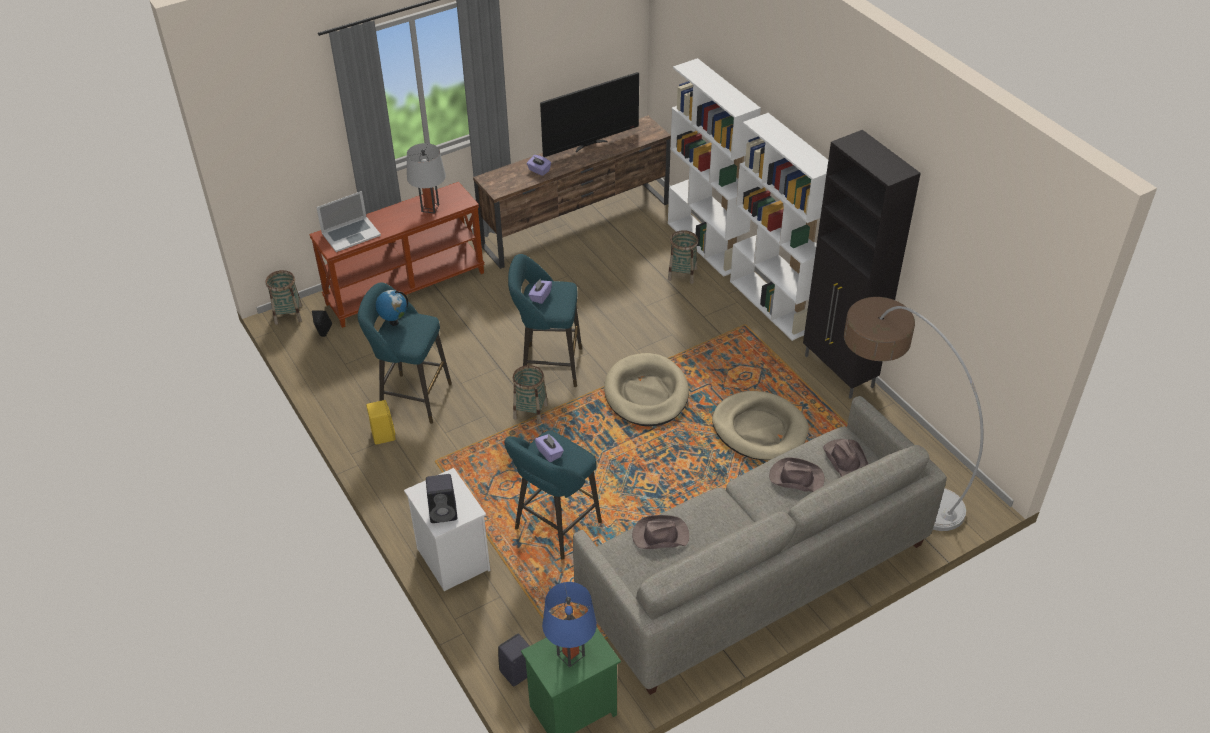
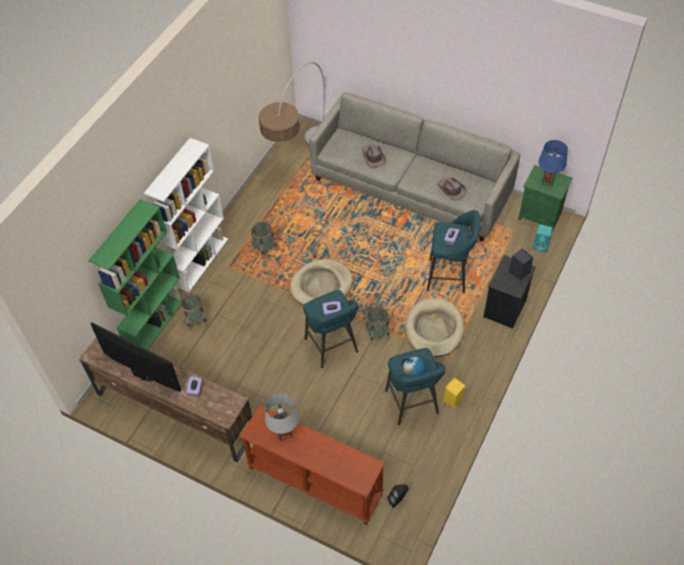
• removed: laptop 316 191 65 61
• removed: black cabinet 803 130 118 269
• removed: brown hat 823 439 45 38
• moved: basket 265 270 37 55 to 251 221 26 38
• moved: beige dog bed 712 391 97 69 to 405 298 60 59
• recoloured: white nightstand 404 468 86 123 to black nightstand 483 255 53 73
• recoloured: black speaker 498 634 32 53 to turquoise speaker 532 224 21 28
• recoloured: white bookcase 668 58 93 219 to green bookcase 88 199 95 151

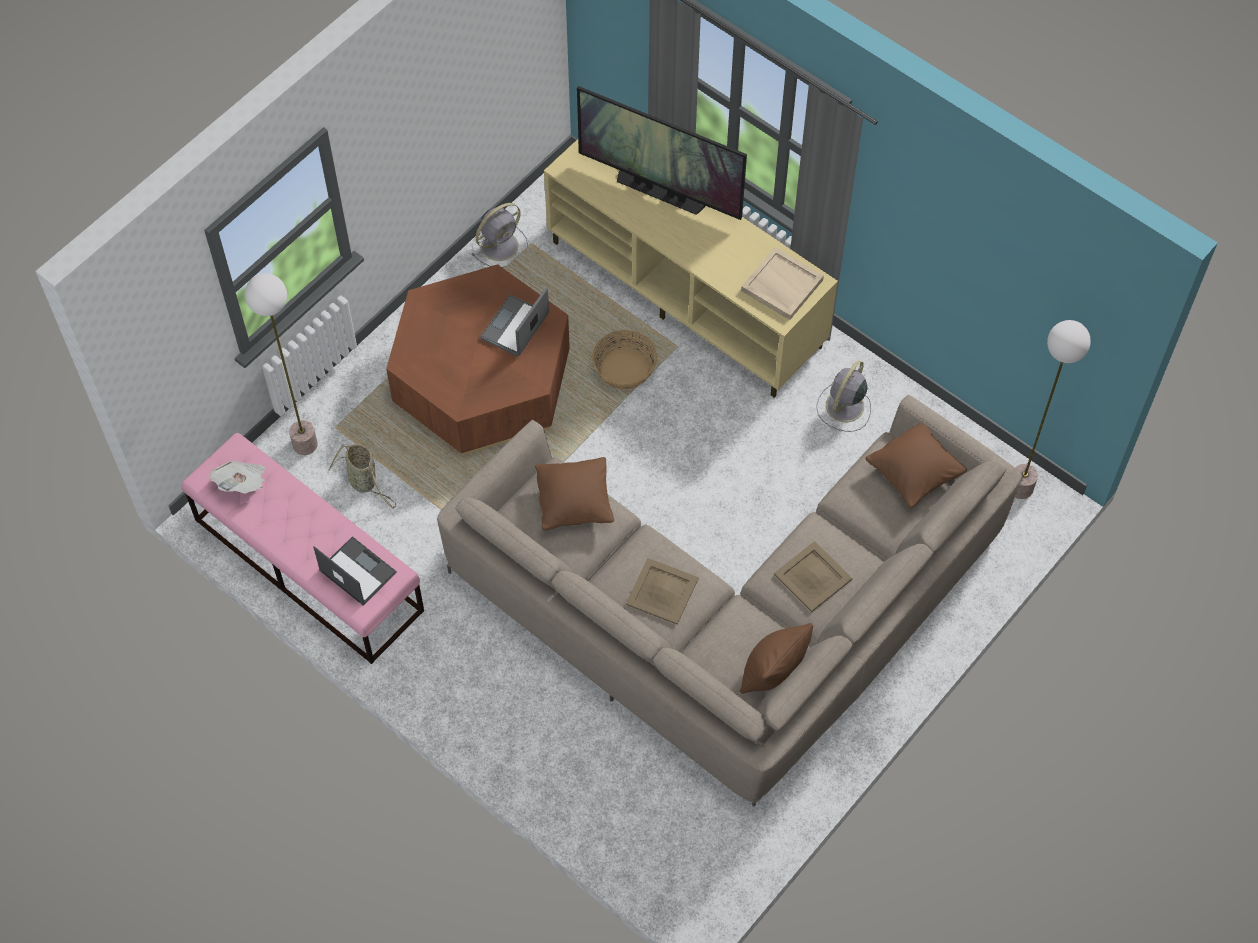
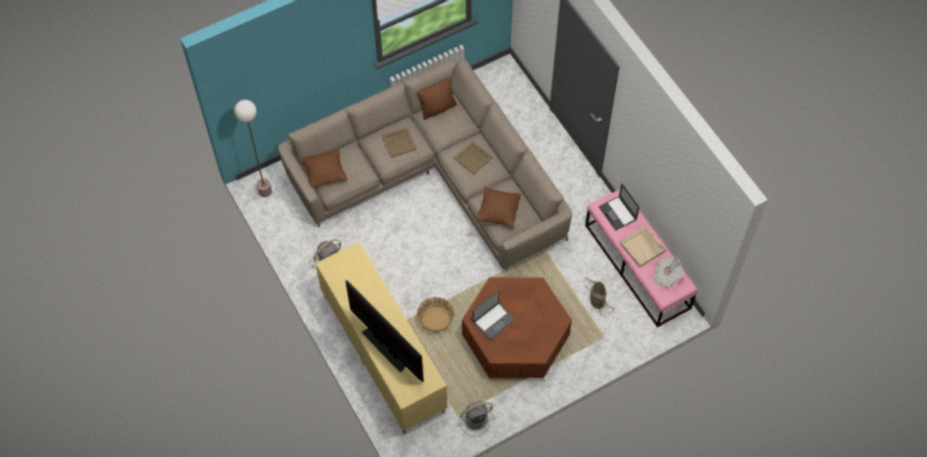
• removed: floor lamp 245 273 73 182
• moved: beige tray 741 247 83 73 to 620 226 46 42

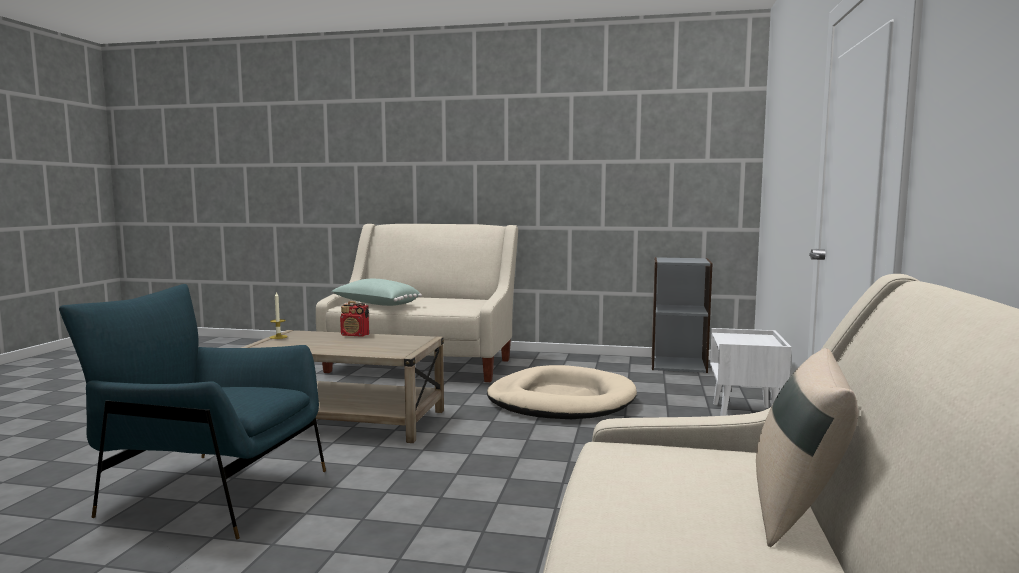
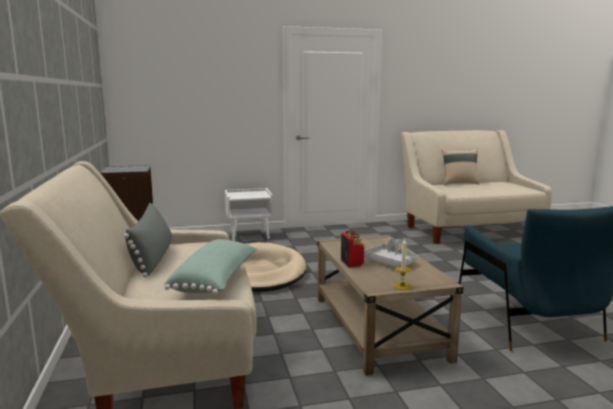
• added: grey pillow 124 203 48 74
• added: grey tray 364 238 53 29

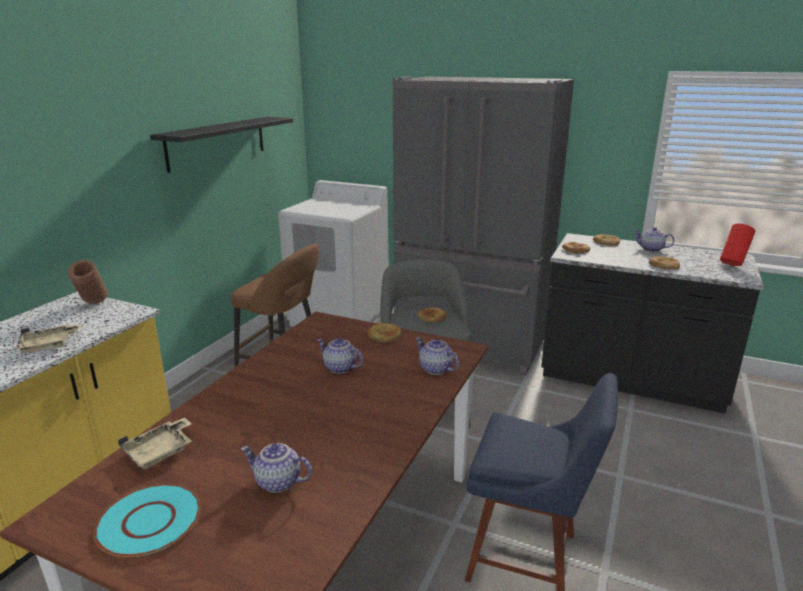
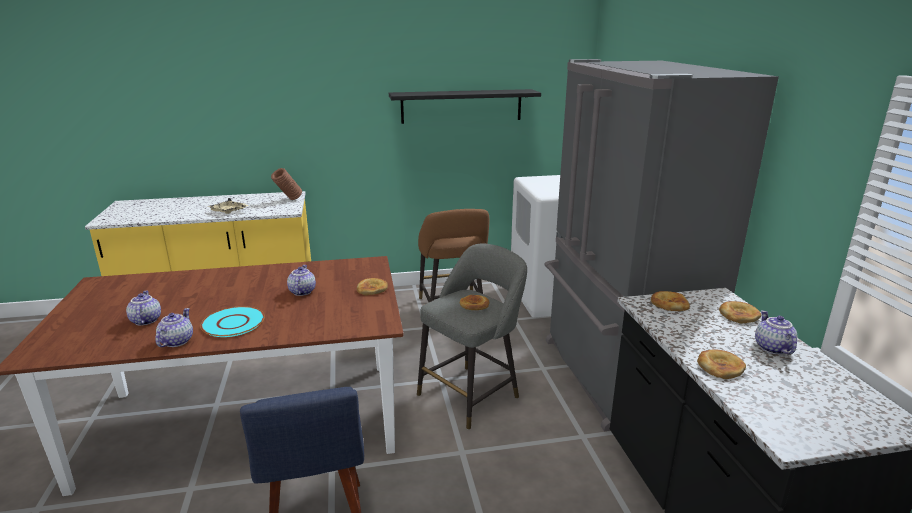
• removed: beige tray 118 417 74 52
• removed: red vase 720 223 35 43
• moved: turquoise plate 94 484 107 73 to 200 306 65 31
• moved: teapot 415 338 44 37 to 155 308 38 39

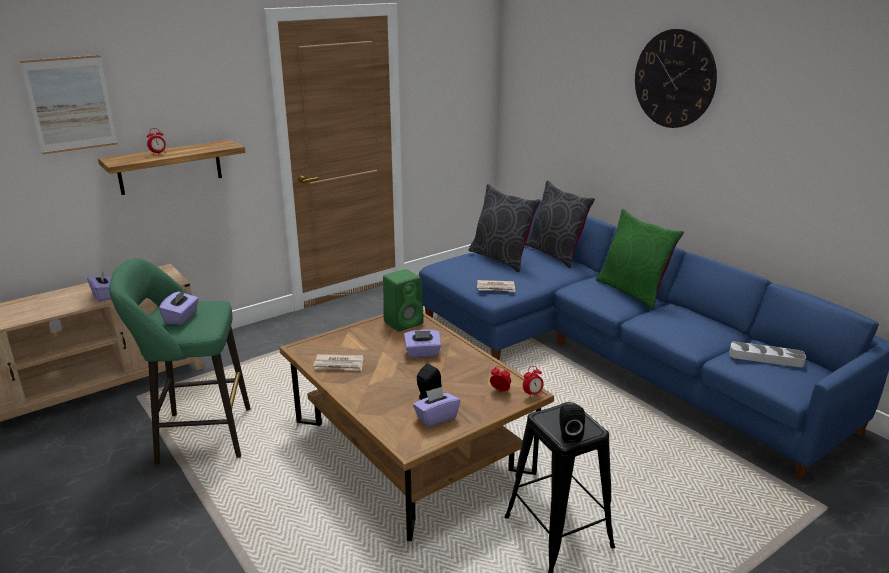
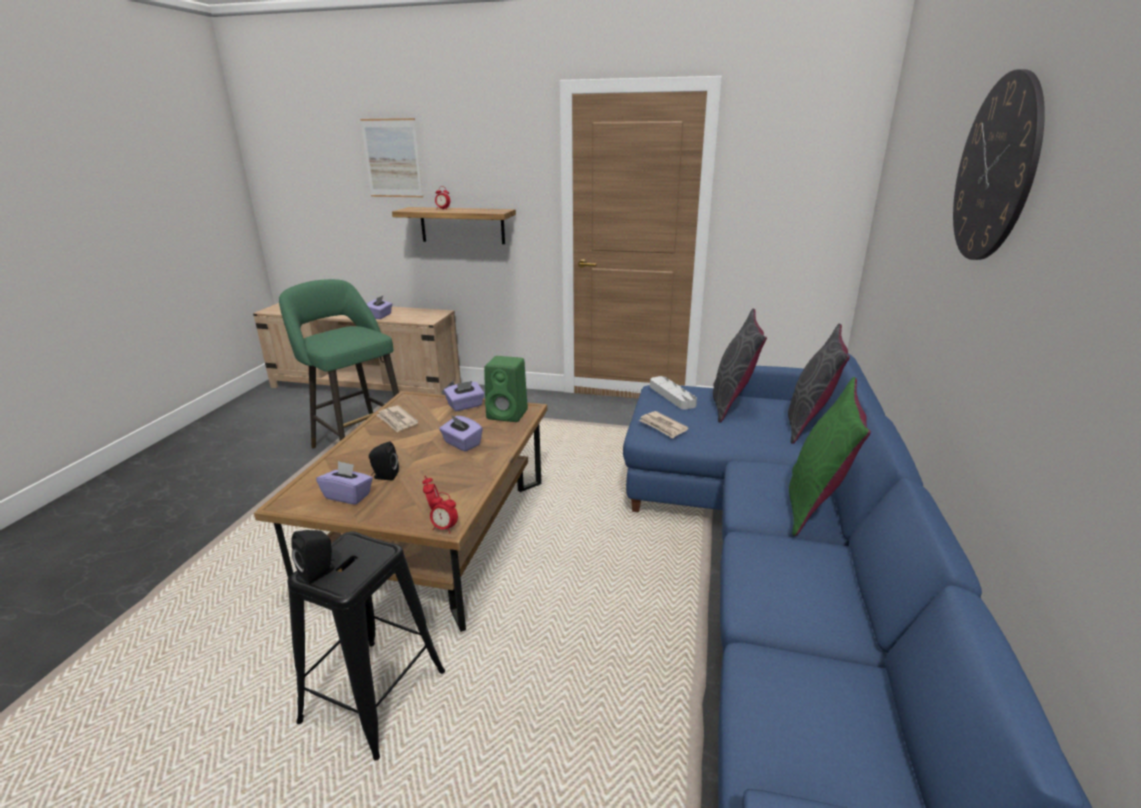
• moved: purple tissue box 159 289 40 36 to 444 381 41 31
• moved: grey tray 729 341 77 26 to 650 376 47 33

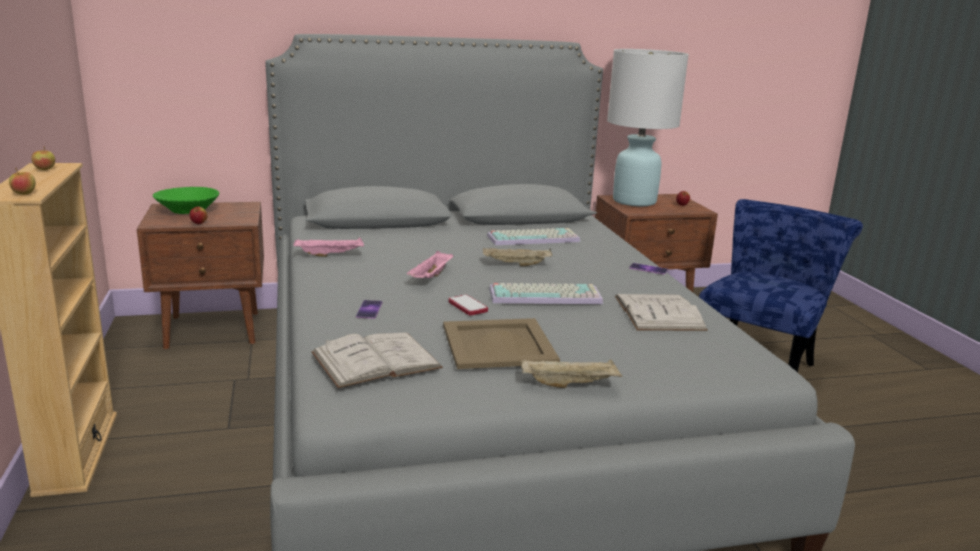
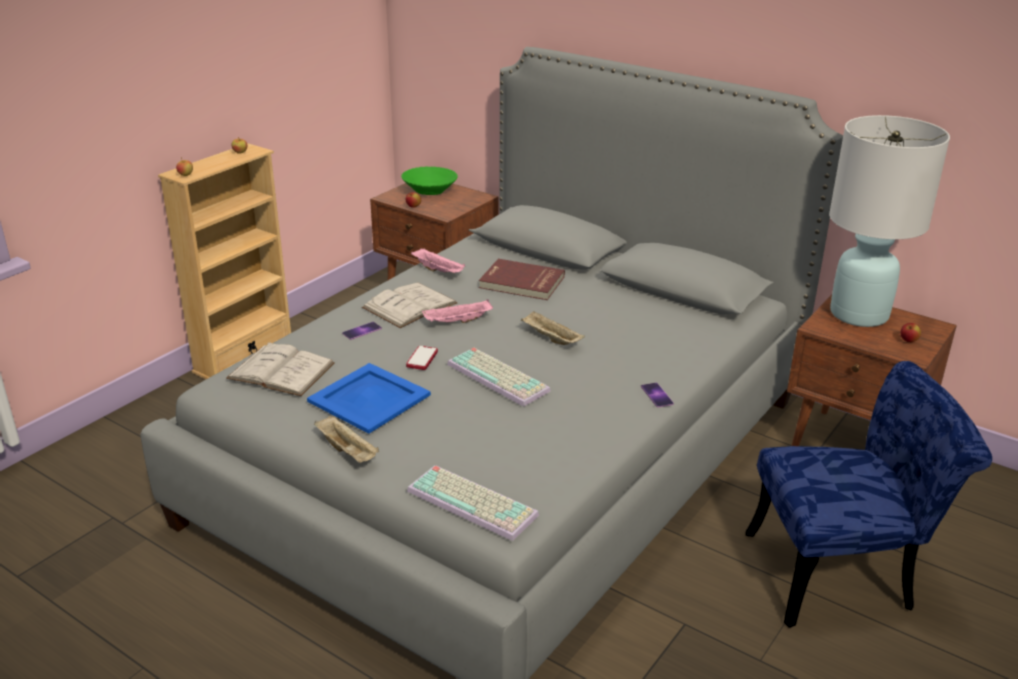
• added: red book 479 259 86 41
• moved: keyboard 487 228 93 17 to 407 465 132 76
• moved: white book 615 294 93 37 to 362 282 96 46
• recoloured: beige tray 443 318 117 51 to blue tray 307 363 124 71

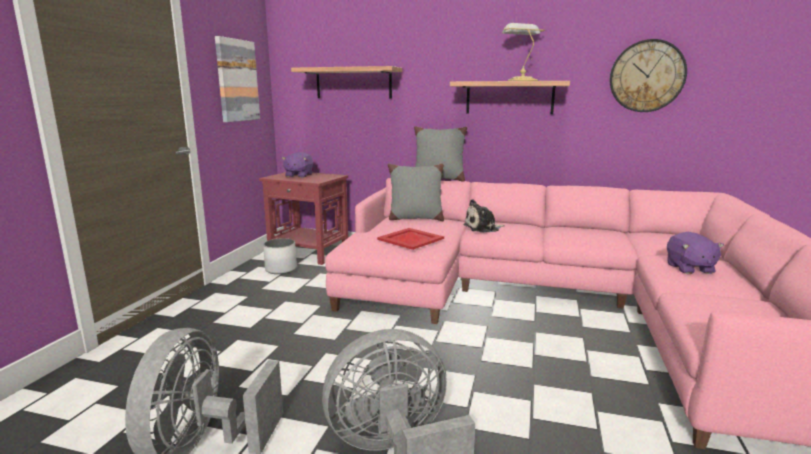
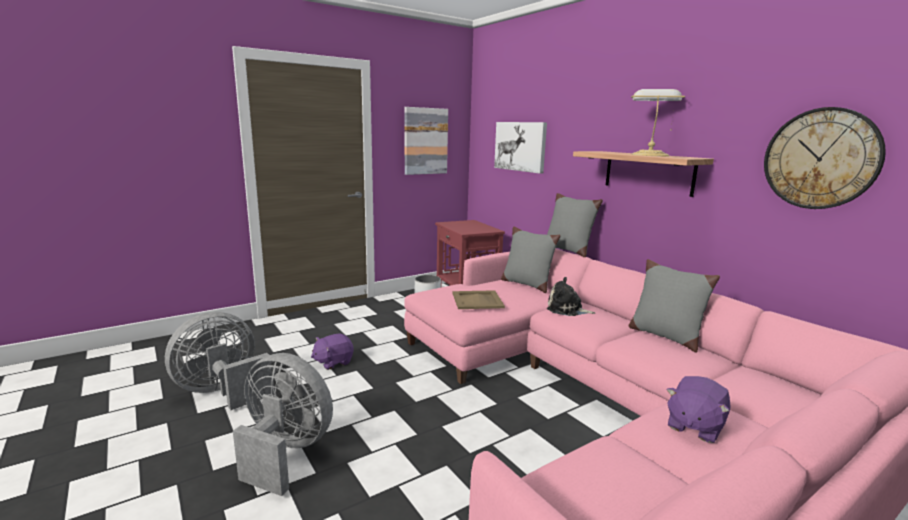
• added: grey pillow 629 259 91 94
• moved: purple plush toy 282 152 31 26 to 311 334 43 36
• replaced: shelf 291 66 111 32 to picture 494 122 53 52
• recoloured: red tray 377 228 67 22 to beige tray 452 290 53 19

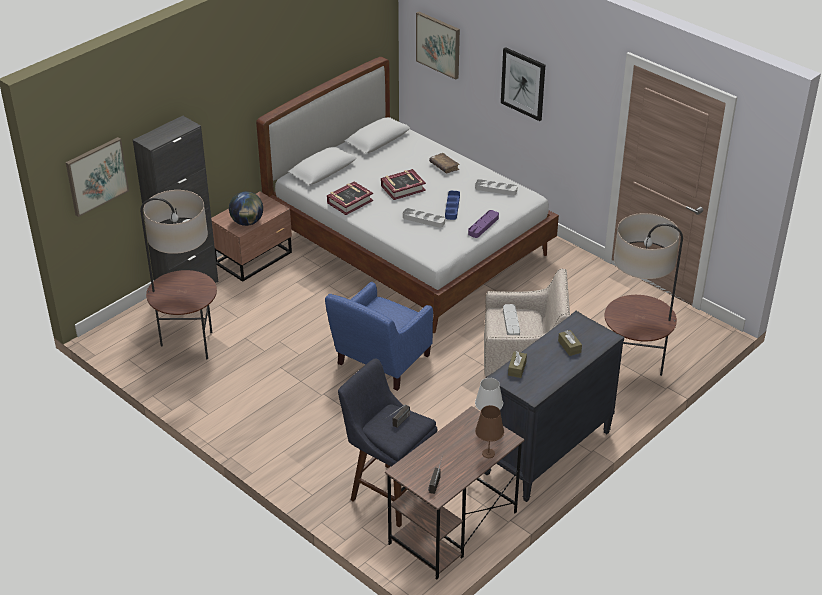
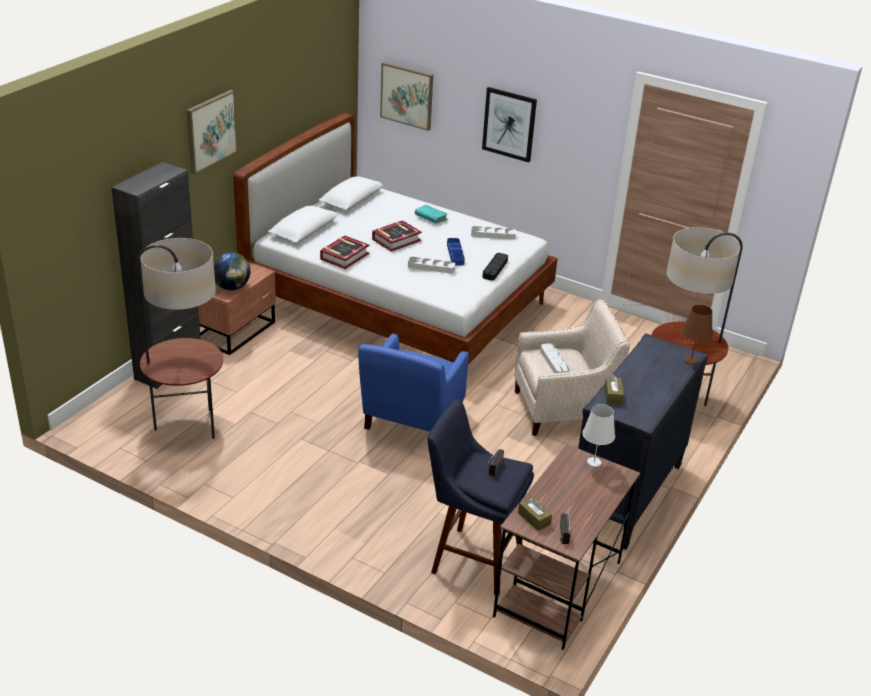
• moved: picture 66 137 63 80 to 186 90 51 84
• moved: brown table lamp 475 405 29 53 to 682 305 31 60
• moved: brown tissue box 558 330 24 26 to 518 497 34 34
• recoloured: brown book 429 153 31 20 to turquoise book 415 205 33 19
• recoloured: purple tray 468 210 31 28 to black tray 483 253 25 28

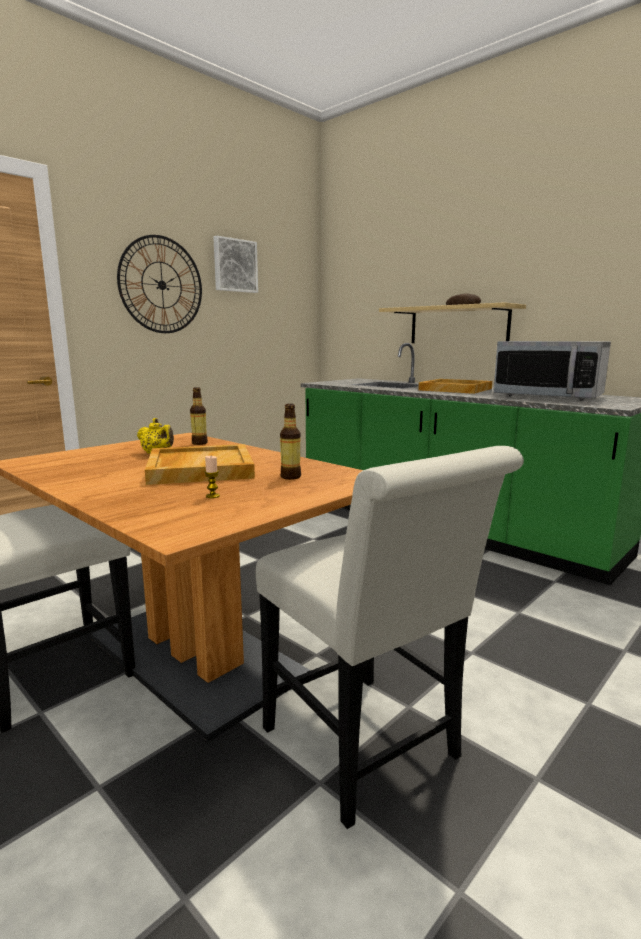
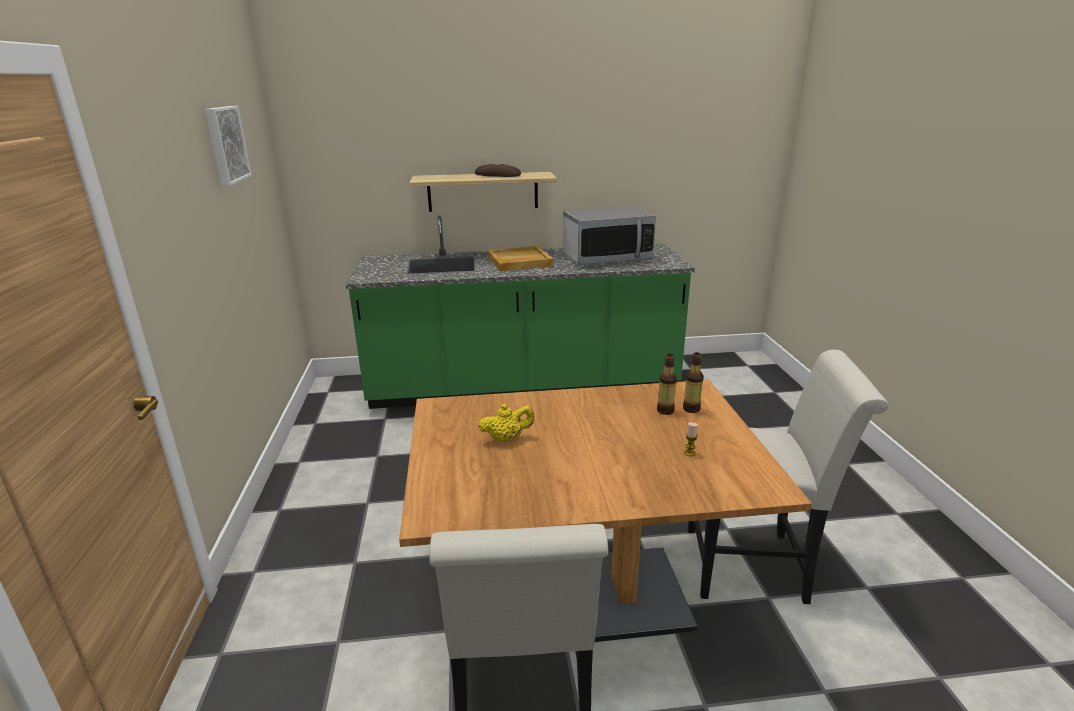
• removed: wall clock 117 235 85 98
• removed: beige tray 145 444 110 41
• moved: bottle 190 387 18 58 to 683 352 21 61

